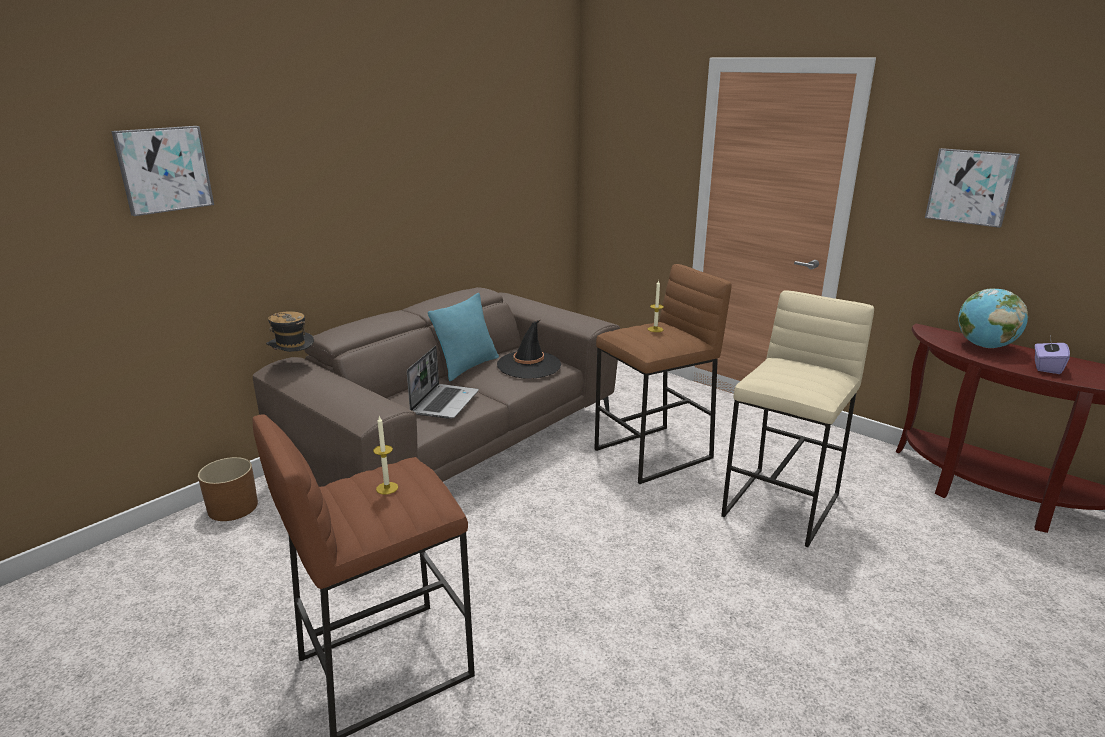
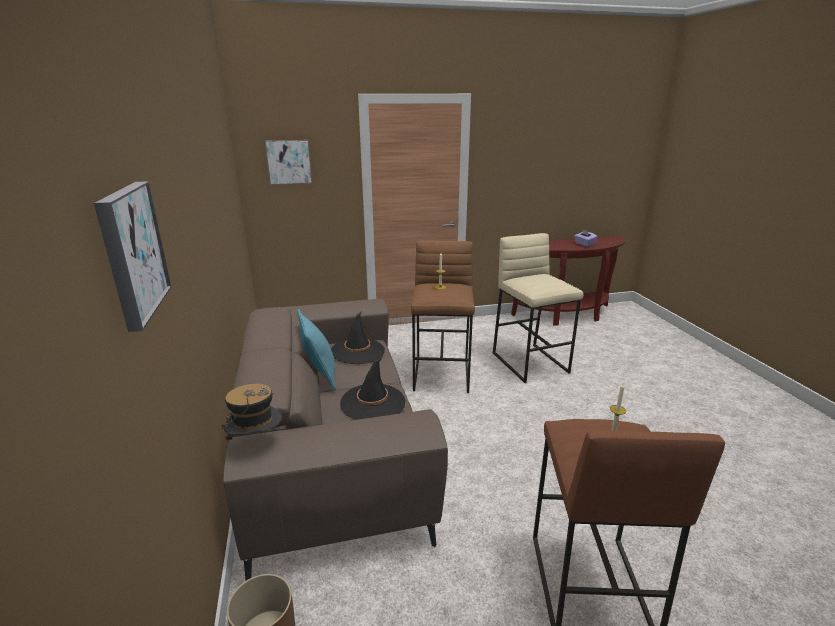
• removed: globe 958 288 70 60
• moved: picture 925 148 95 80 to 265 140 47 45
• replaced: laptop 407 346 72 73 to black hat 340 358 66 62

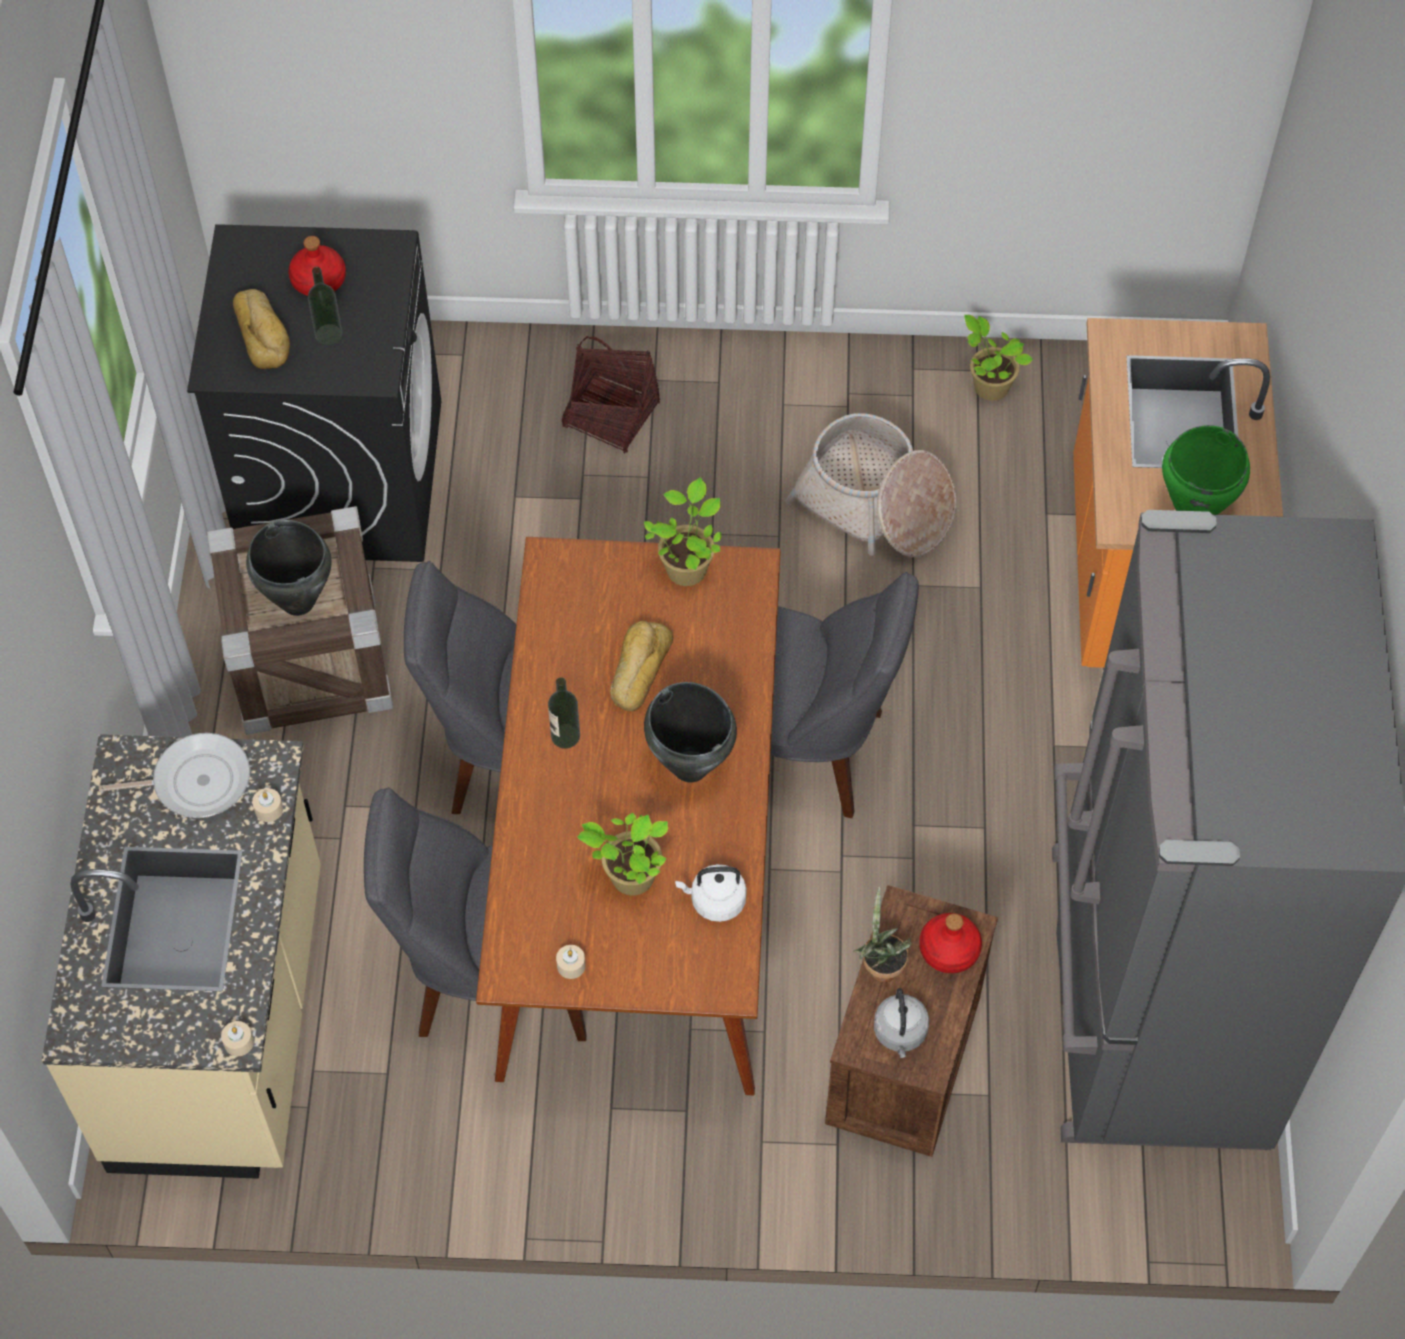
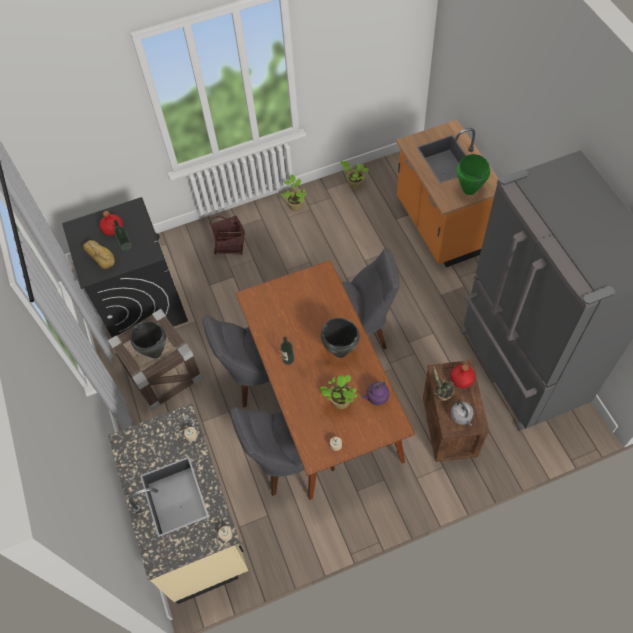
• removed: frying pan 99 733 151 85
• removed: bread 610 621 63 90
• removed: basket 785 413 171 144
• moved: potted plant 644 478 78 108 to 281 174 26 37
• recoloured: white kettle 675 864 72 58 to purple kettle 361 381 28 24

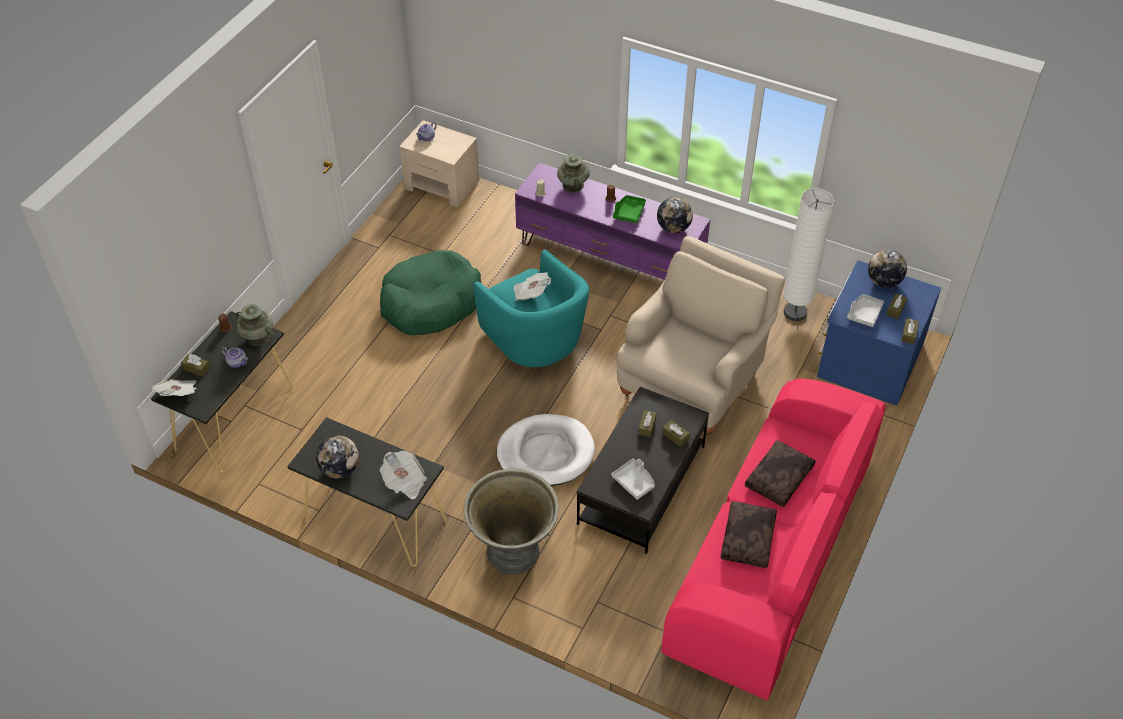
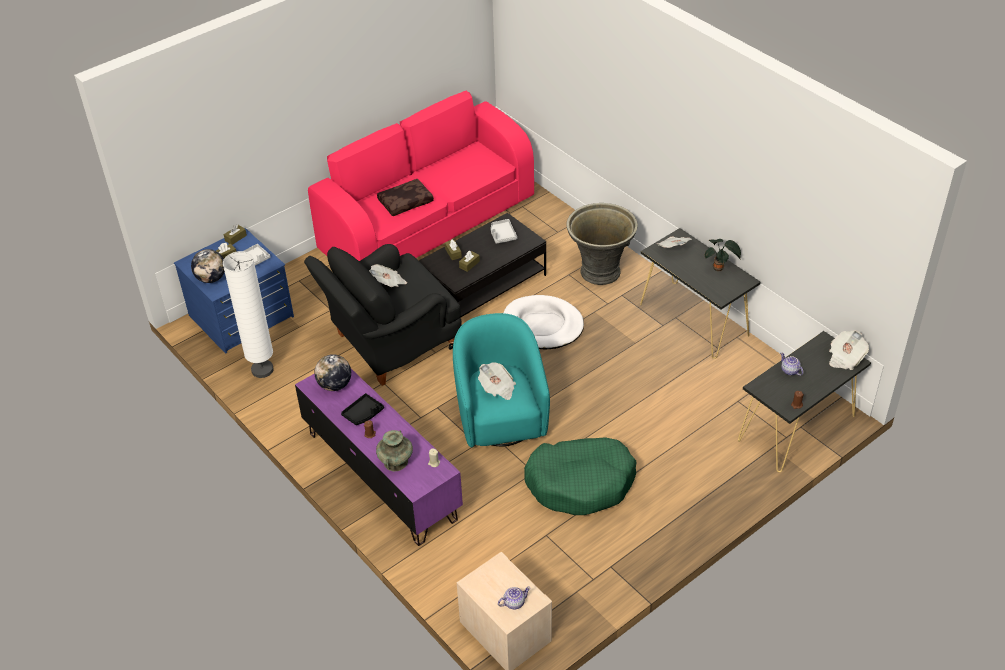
• removed: brown tissue box 181 354 29 23
• removed: turquoise vase 236 304 38 42
• removed: brown pillow 721 501 56 67
• added: newspaper 369 264 38 23
• replaced: globe 316 435 43 43 to potted plant 705 239 36 32
• recoloured: green tray 613 195 33 28 to black tray 341 393 43 32
• recoloured: beige armchair 617 236 168 199 to black armchair 304 244 158 142

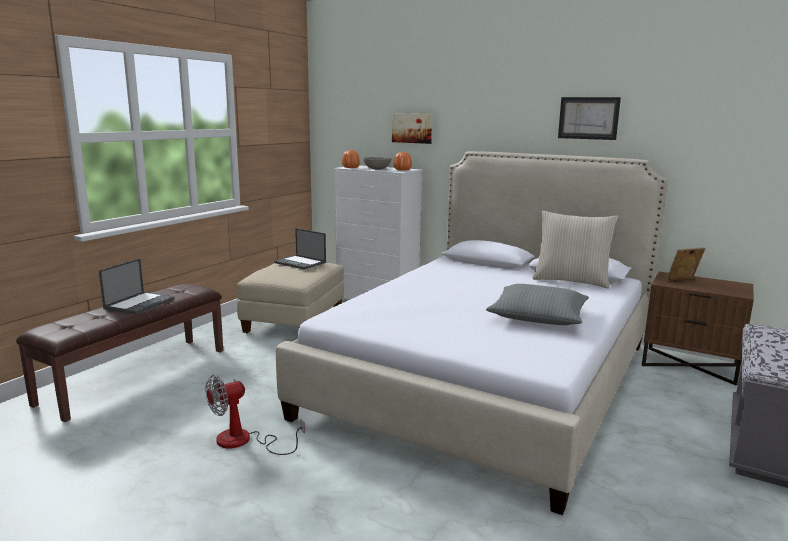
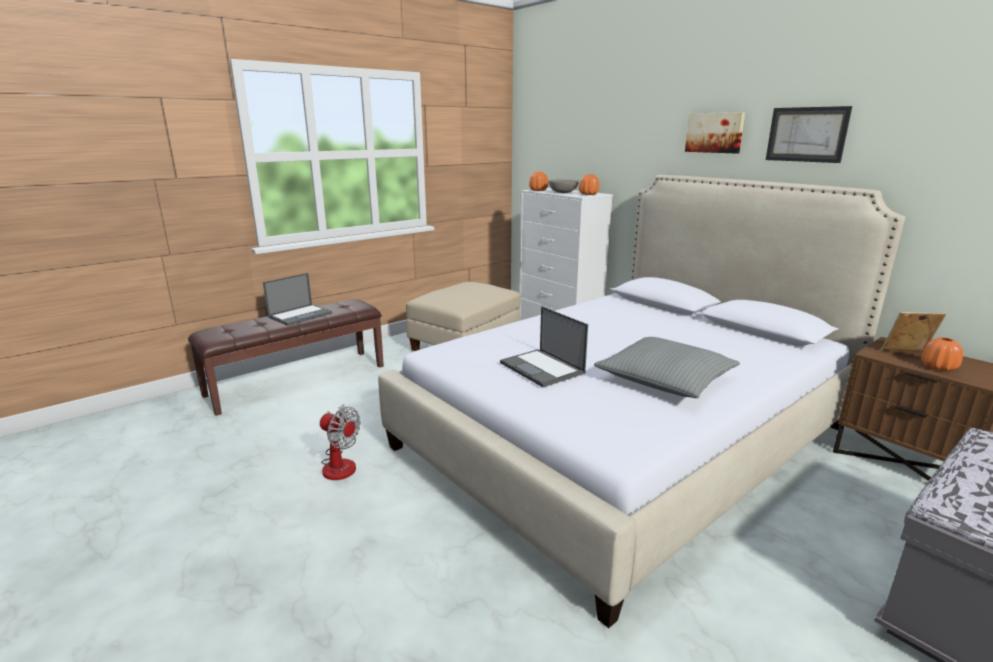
• removed: beige pillow 533 211 85 78
• added: orange vase 921 337 42 34
• moved: laptop 274 228 52 41 to 500 306 88 81
• moved: picture 392 113 40 31 to 685 112 60 42
• turned: fan 205 375 100 80 = 320 404 41 76 135 degrees counterclockwise

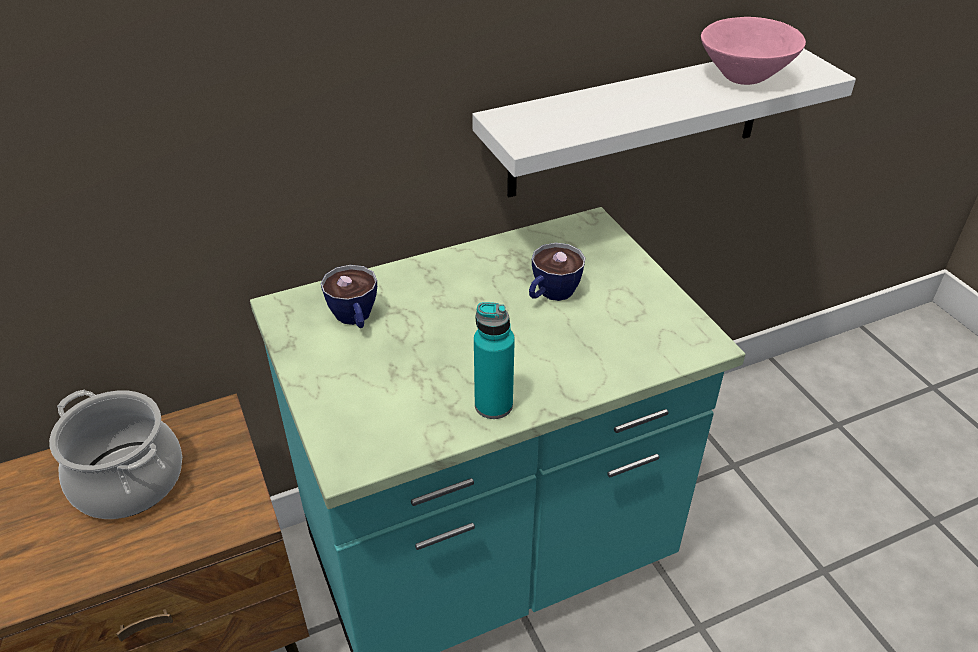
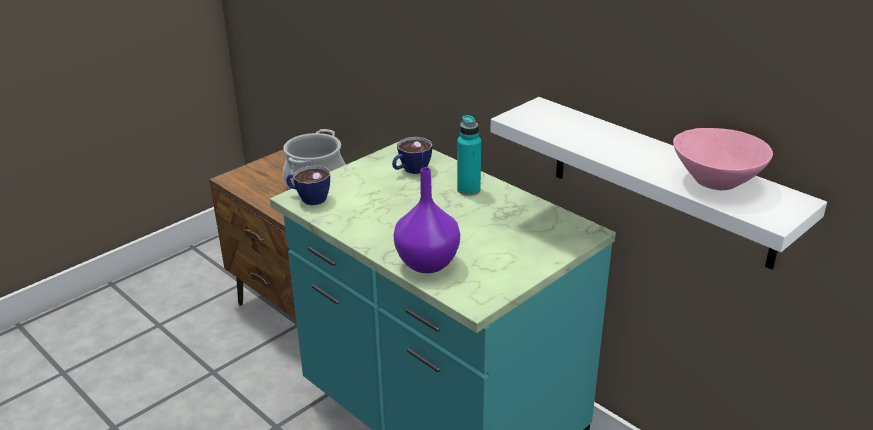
• added: purple vase 393 167 67 106
• moved: turquoise bottle 474 302 41 117 to 457 115 24 81
• moved: cup 529 243 56 58 to 286 165 44 40

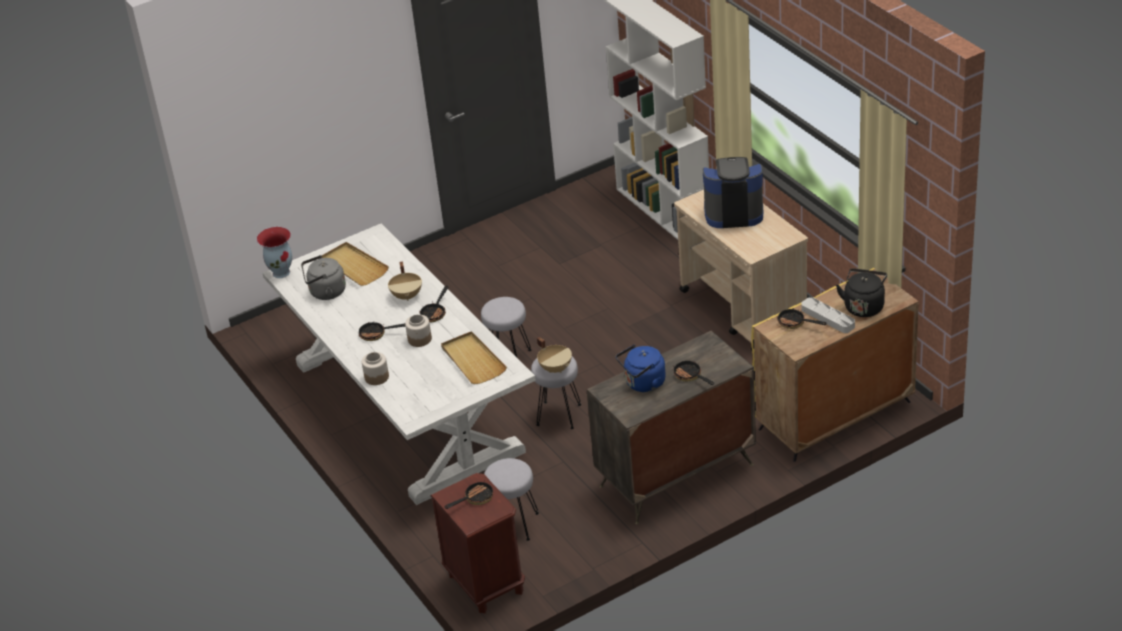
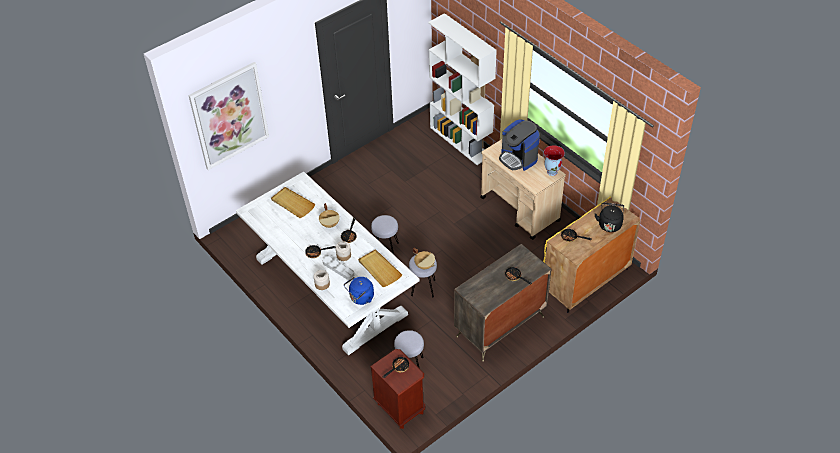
• removed: grey kettle 301 255 45 45
• added: picture 188 62 81 108
• moved: vase 257 227 35 51 to 544 145 21 31
• moved: blue kettle 616 345 50 47 to 344 277 30 28
• moved: grey tray 801 297 54 36 to 323 255 31 25
• turned: coffee machine 703 157 60 71 = 499 120 41 51 120 degrees counterclockwise

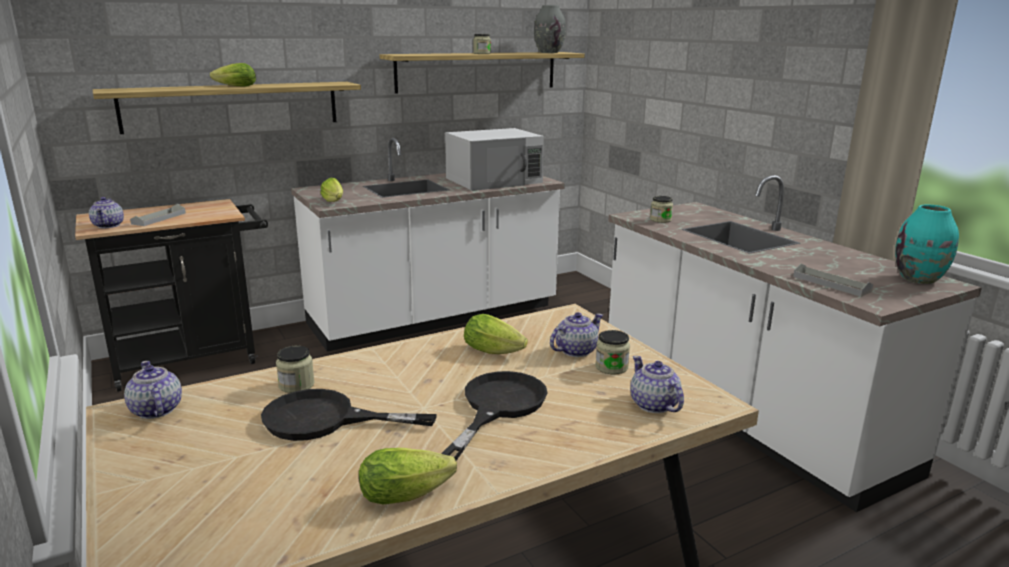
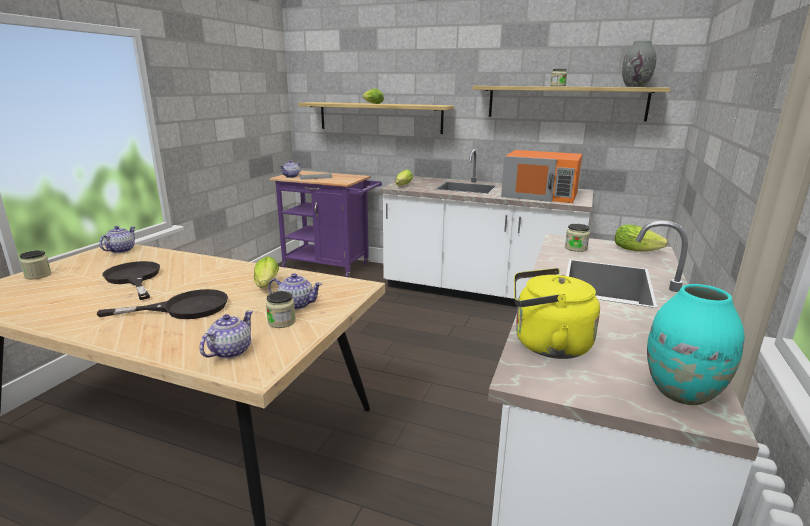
• moved: jar 276 345 39 48 to 20 250 31 29
• moved: lettuce 359 448 98 57 to 615 224 53 27
• replaced: grey tray 793 263 80 34 to yellow kettle 514 268 86 91
• recoloured: black cart 75 199 193 193 to purple cart 270 171 112 106
• recoloured: white microwave 445 128 99 63 to orange microwave 501 150 81 53

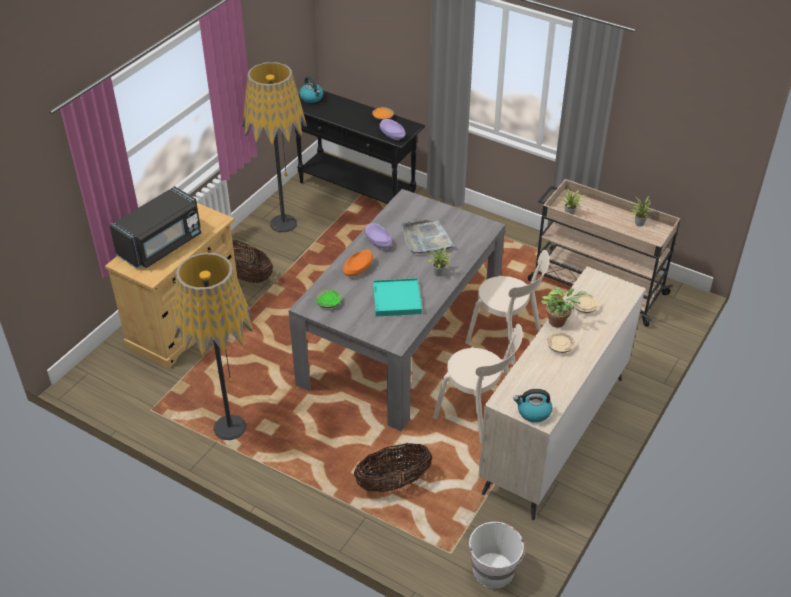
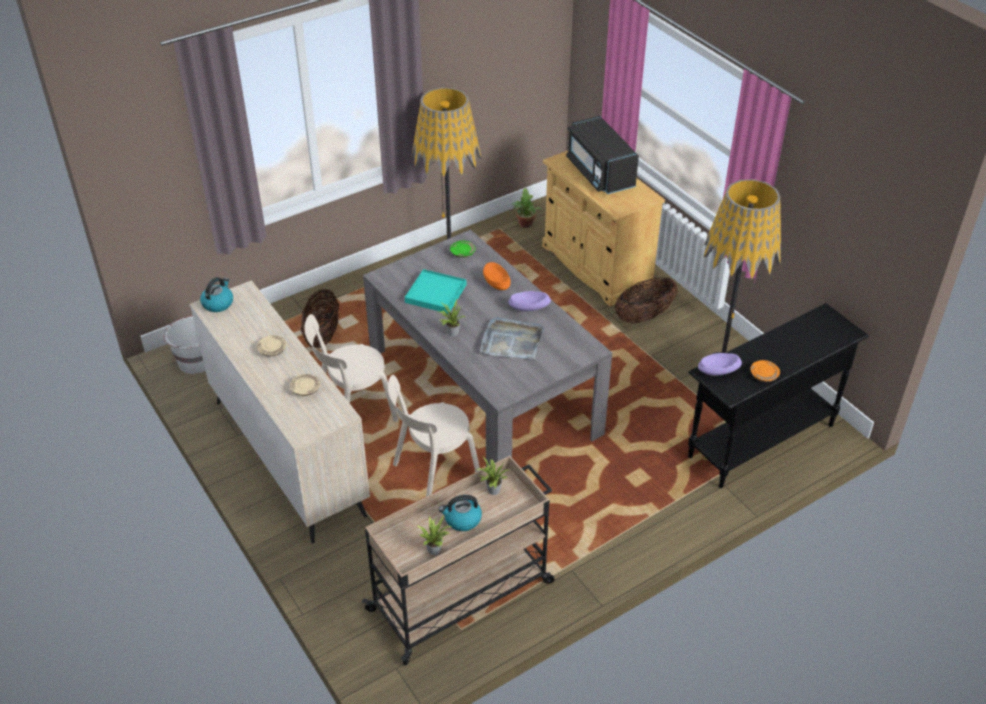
• moved: kettle 299 76 25 27 to 439 495 43 36
• moved: potted plant 540 287 47 41 to 511 188 32 40

